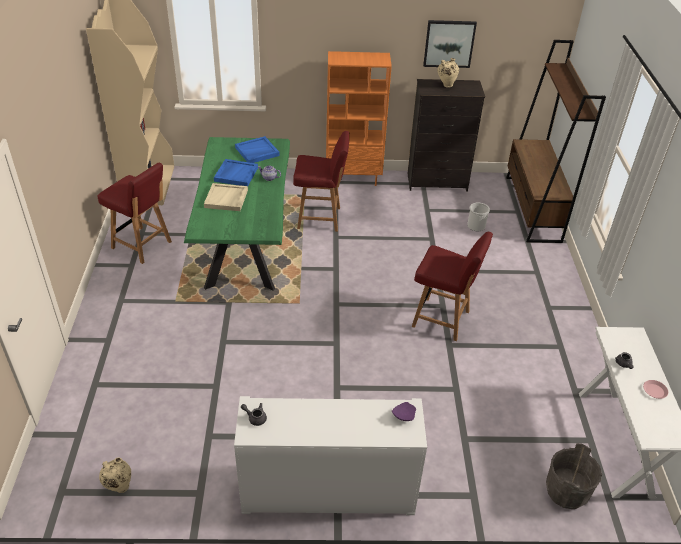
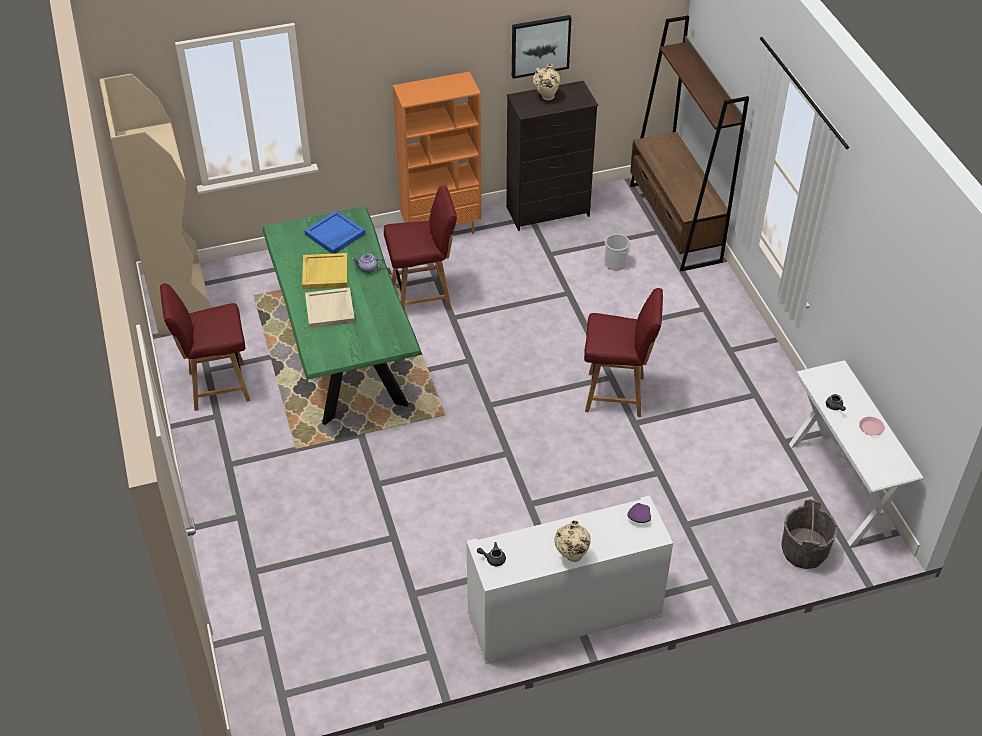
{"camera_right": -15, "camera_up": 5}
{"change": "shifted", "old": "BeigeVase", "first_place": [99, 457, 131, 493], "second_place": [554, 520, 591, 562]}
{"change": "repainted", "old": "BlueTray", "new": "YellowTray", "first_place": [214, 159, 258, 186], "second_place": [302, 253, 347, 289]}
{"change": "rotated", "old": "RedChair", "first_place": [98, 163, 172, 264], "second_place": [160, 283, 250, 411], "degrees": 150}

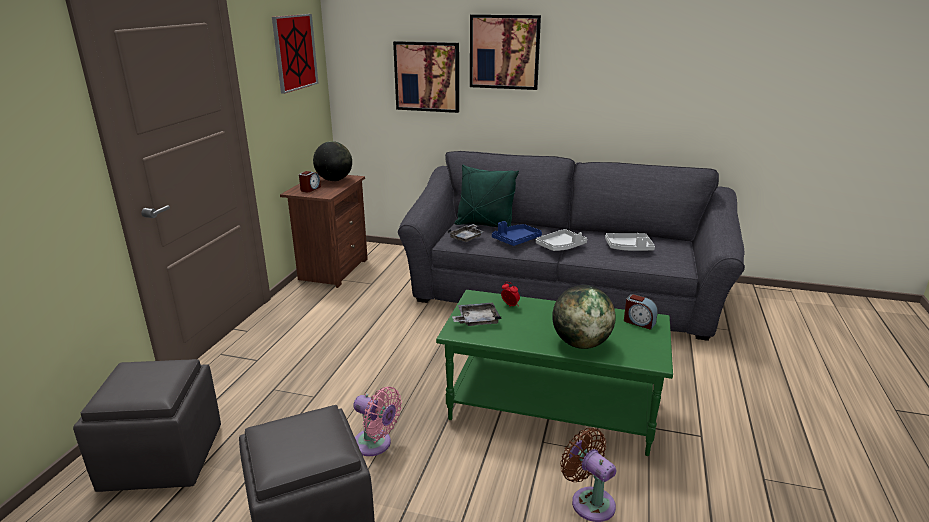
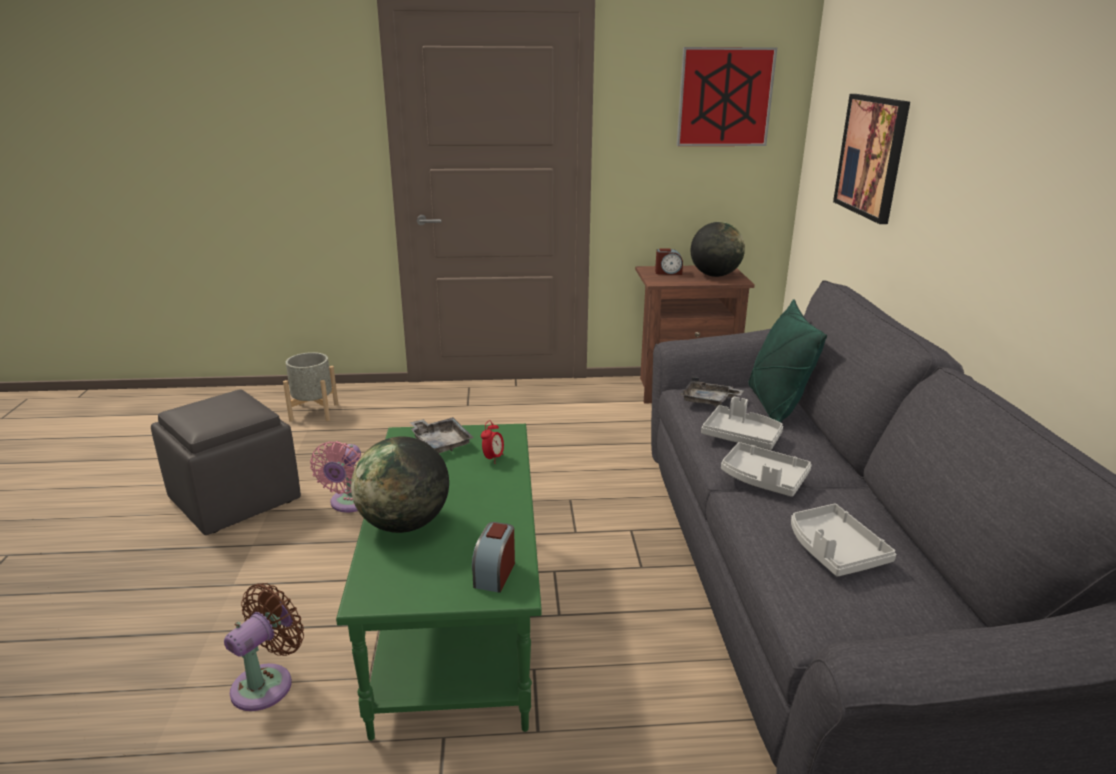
{"camera_right": 70, "camera_up": 0}
{"change": "gone", "old": "Picture", "first_place": [470, 14, 541, 90]}
{"change": "swapped", "old": "GreyOttoman", "new": "GreyPlanter", "first_place": [73, 359, 221, 492], "second_place": [283, 352, 338, 422]}
{"change": "repainted", "old": "BlueTray", "new": "GreyTray", "first_place": [492, 221, 542, 246], "second_place": [701, 397, 783, 450]}

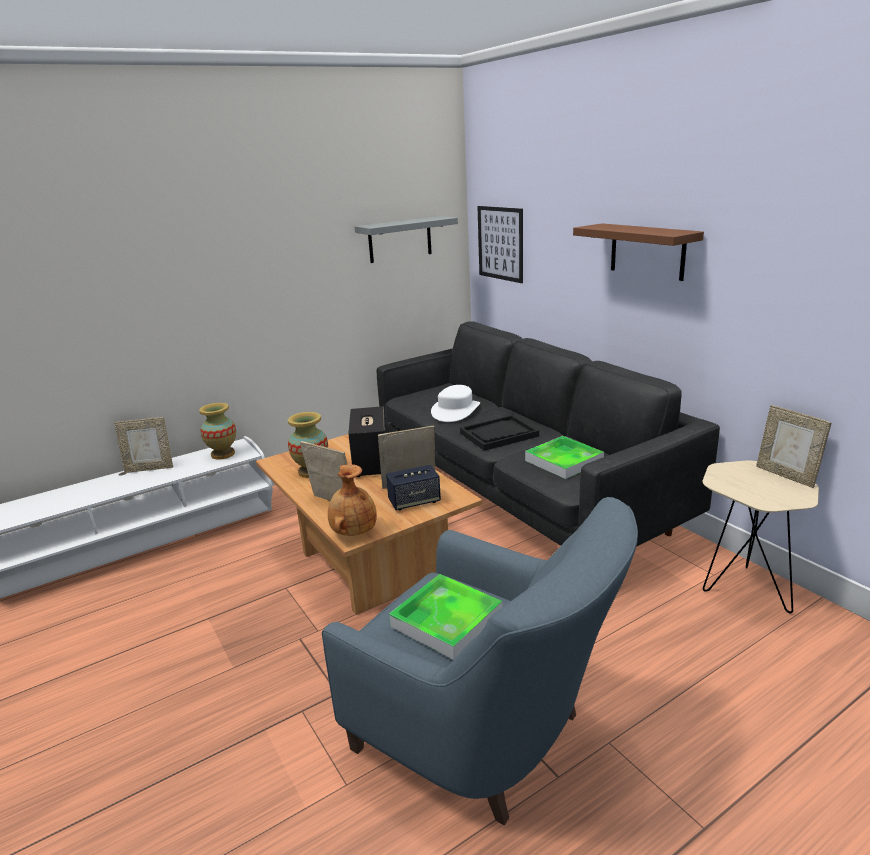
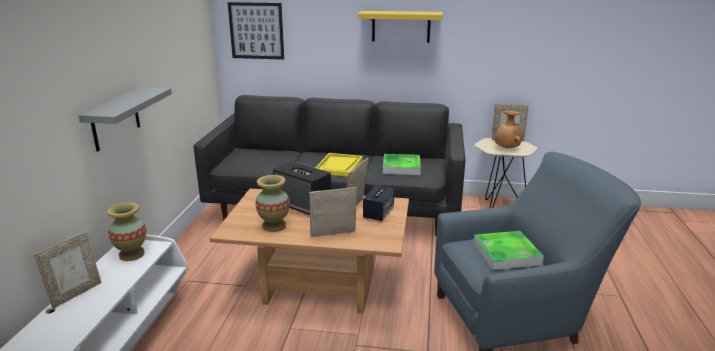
{"camera_right": -50, "camera_up": 0}
{"change": "gone", "old": "WhiteHat", "first_place": [431, 385, 480, 422]}
{"change": "shifted", "old": "BrownVase", "first_place": [328, 464, 377, 536], "second_place": [495, 111, 522, 149]}
{"change": "shifted", "old": "GreyShelf", "first_place": [355, 216, 458, 263], "second_place": [78, 87, 172, 152]}
{"change": "repainted", "old": "BlackTray", "new": "YellowTray", "first_place": [460, 415, 539, 451], "second_place": [315, 153, 363, 177]}
{"change": "repainted", "old": "BrownShelf", "new": "YellowShelf", "first_place": [573, 223, 704, 281], "second_place": [358, 11, 443, 43]}

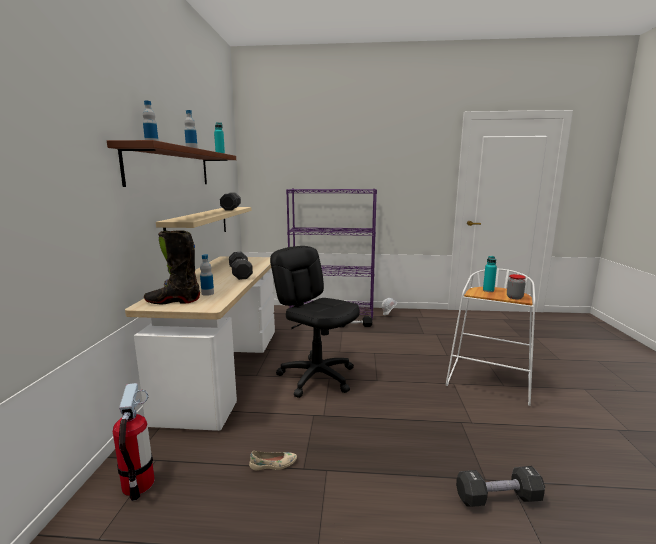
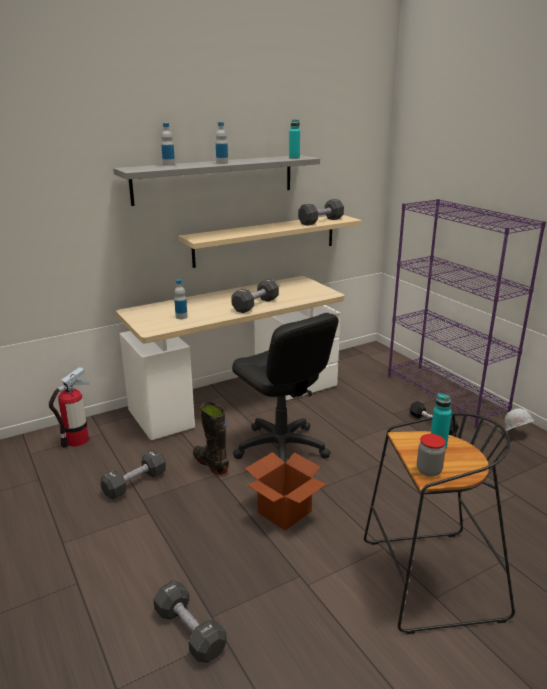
{"camera_right": 55, "camera_up": 10}
{"change": "new", "new": "CardboardBox", "second_place": [245, 452, 327, 531]}
{"change": "shifted", "old": "BlackBoot", "first_place": [144, 230, 200, 305], "second_place": [193, 401, 229, 475]}
{"change": "swapped", "old": "BeigeShoe", "new": "BlackDumbbell", "first_place": [249, 451, 297, 470], "second_place": [100, 450, 166, 499]}
{"change": "repainted", "old": "BrownShelf", "new": "GreyShelf", "first_place": [107, 140, 236, 187], "second_place": [113, 155, 320, 206]}
{"change": "repainted", "old": "WhiteStool", "new": "BlackStool", "first_place": [446, 269, 535, 406], "second_place": [364, 413, 515, 634]}
{"change": "rotated", "old": "BlackOfficeChair", "first_place": [270, 246, 360, 398], "second_place": [232, 313, 339, 463], "degrees": 135}

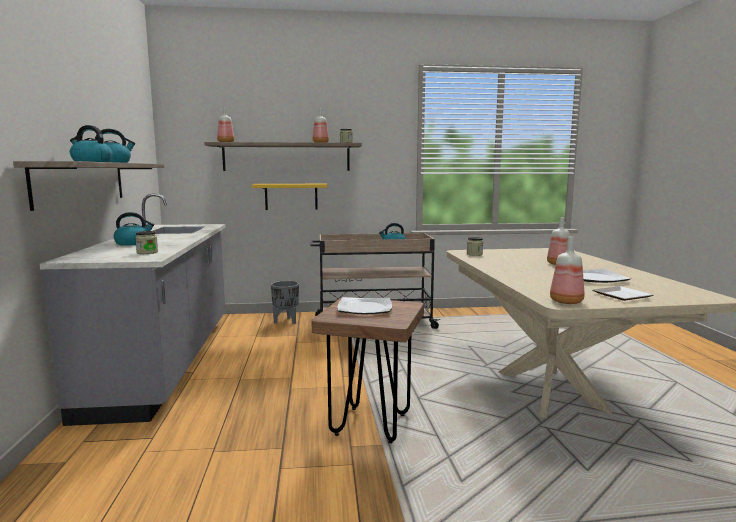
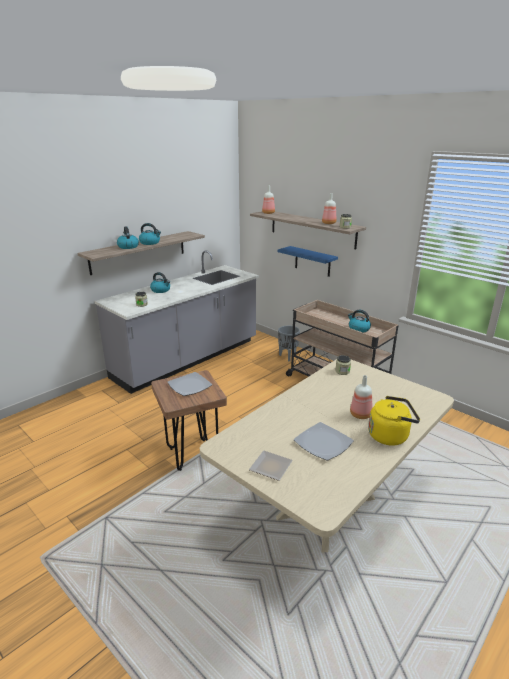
{"camera_right": 50, "camera_up": 15}
{"change": "gone", "old": "Bottle", "first_place": [550, 237, 584, 304]}
{"change": "new", "new": "YellowKettle", "second_place": [368, 396, 420, 446]}
{"change": "repainted", "old": "YellowShelf", "new": "BlueShelf", "first_place": [252, 184, 327, 210], "second_place": [278, 246, 338, 277]}

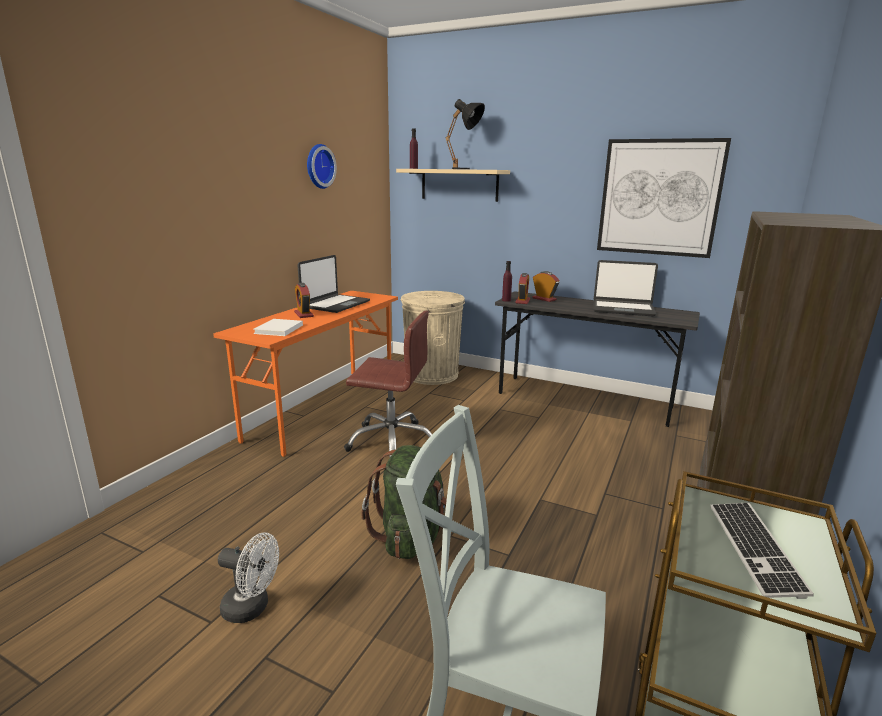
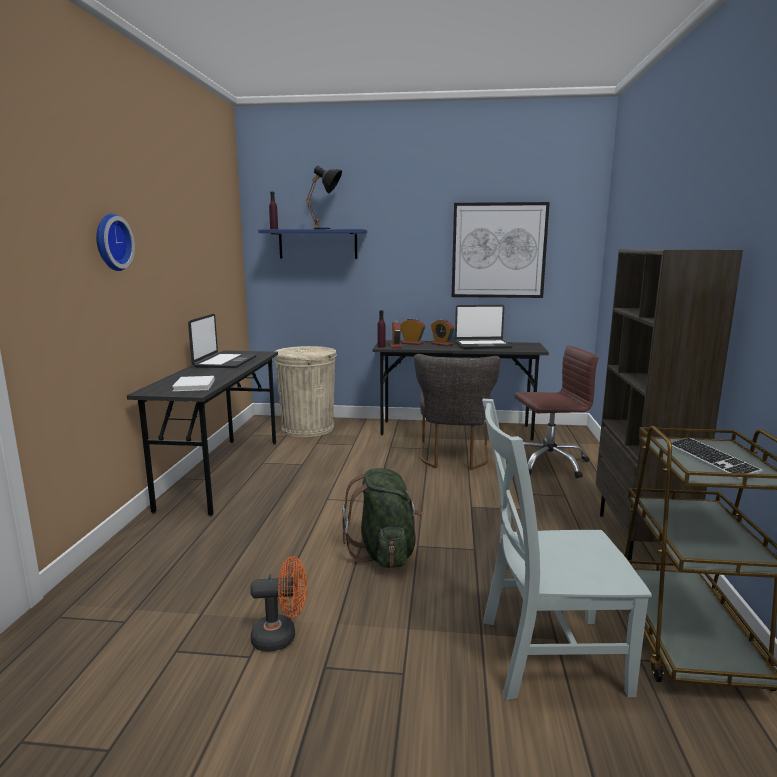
{"camera_right": -20, "camera_up": -5}
{"change": "new", "new": "GreyChair", "second_place": [414, 354, 501, 470]}
{"change": "shifted", "old": "AlarmClock", "first_place": [294, 283, 314, 318], "second_place": [431, 319, 455, 346]}
{"change": "shifted", "old": "WallClock", "first_place": [307, 144, 337, 189], "second_place": [96, 213, 135, 271]}
{"change": "shifted", "old": "BrownOfficeChair", "first_place": [344, 311, 432, 457], "second_place": [515, 345, 599, 478]}
{"change": "repainted", "old": "OrangeDesk", "new": "GreyDesk", "first_place": [213, 291, 398, 457], "second_place": [127, 351, 278, 516]}
{"change": "repainted", "old": "WhiteFan", "new": "OrangeFan", "first_place": [218, 533, 279, 623], "second_place": [250, 556, 307, 651]}
{"change": "repainted", "old": "BeigeShelf", "new": "BlueShelf", "first_place": [396, 169, 510, 202], "second_place": [258, 229, 367, 259]}

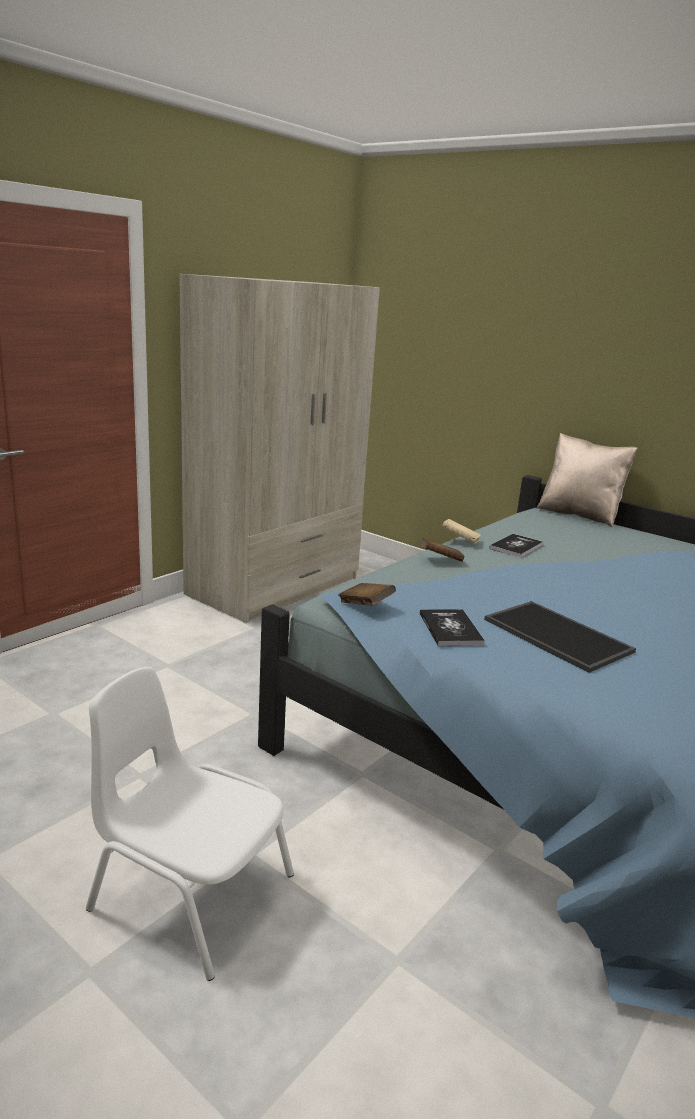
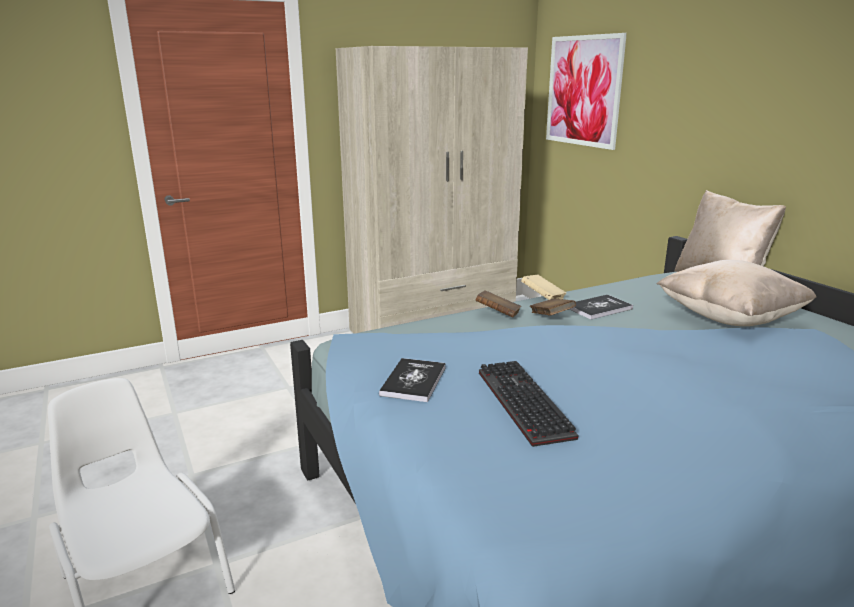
{"camera_right": 25, "camera_up": 0}
{"change": "new", "new": "Picture", "second_place": [546, 33, 627, 150]}
{"change": "new", "new": "BeigePillow", "second_place": [656, 260, 817, 326]}
{"change": "shifted", "old": "BrownBook", "first_place": [338, 583, 396, 606], "second_place": [530, 299, 576, 316]}
{"change": "swapped", "old": "Tray", "new": "Keyboard", "first_place": [484, 601, 636, 673], "second_place": [479, 361, 578, 447]}

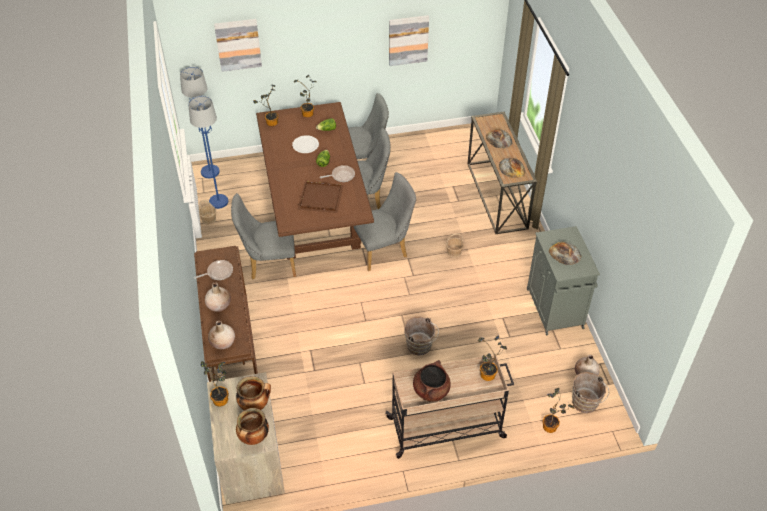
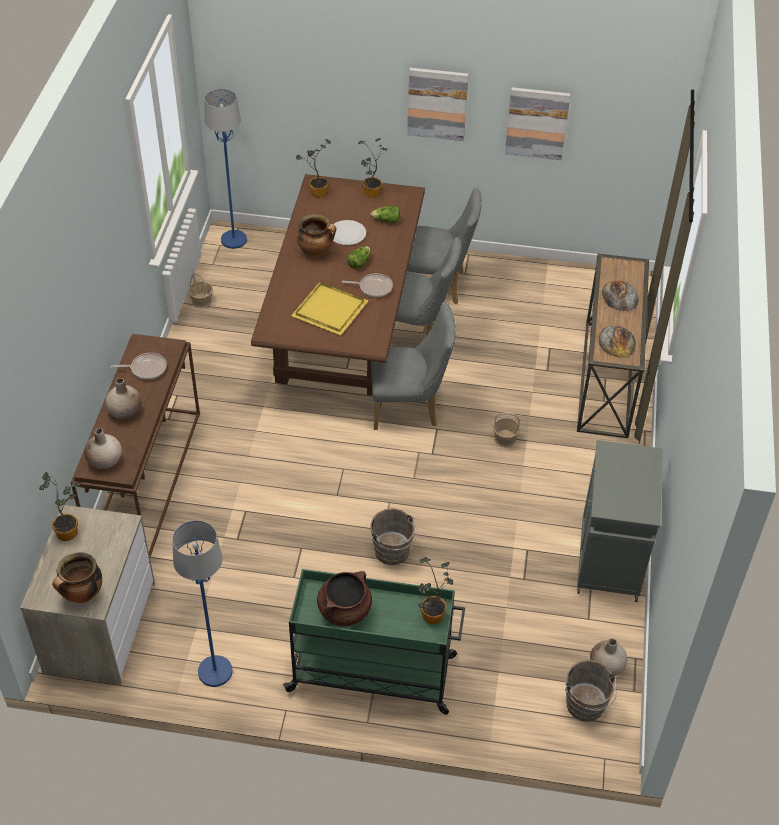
{"camera_right": 20, "camera_up": 0}
{"change": "gone", "old": "GreyChair", "first_place": [231, 193, 296, 279]}
{"change": "gone", "old": "PottedPlant", "first_place": [543, 388, 574, 433]}
{"change": "gone", "old": "Bread", "first_place": [548, 242, 581, 265]}
{"change": "shifted", "old": "BlueFloorLamp", "first_place": [188, 96, 228, 209], "second_place": [172, 520, 232, 687]}
{"change": "shifted", "old": "Picture", "first_place": [214, 19, 262, 72], "second_place": [407, 68, 469, 141]}
{"change": "shifted", "old": "CookingPot", "first_place": [236, 376, 271, 411], "second_place": [297, 214, 336, 258]}
{"change": "repainted", "old": "BrownTray", "new": "YellowTray", "first_place": [297, 182, 344, 213], "second_place": [291, 282, 369, 335]}
{"change": "repainted", "old": "BeigeCart", "new": "GreenCart", "first_place": [385, 354, 514, 459], "second_place": [283, 569, 465, 715]}

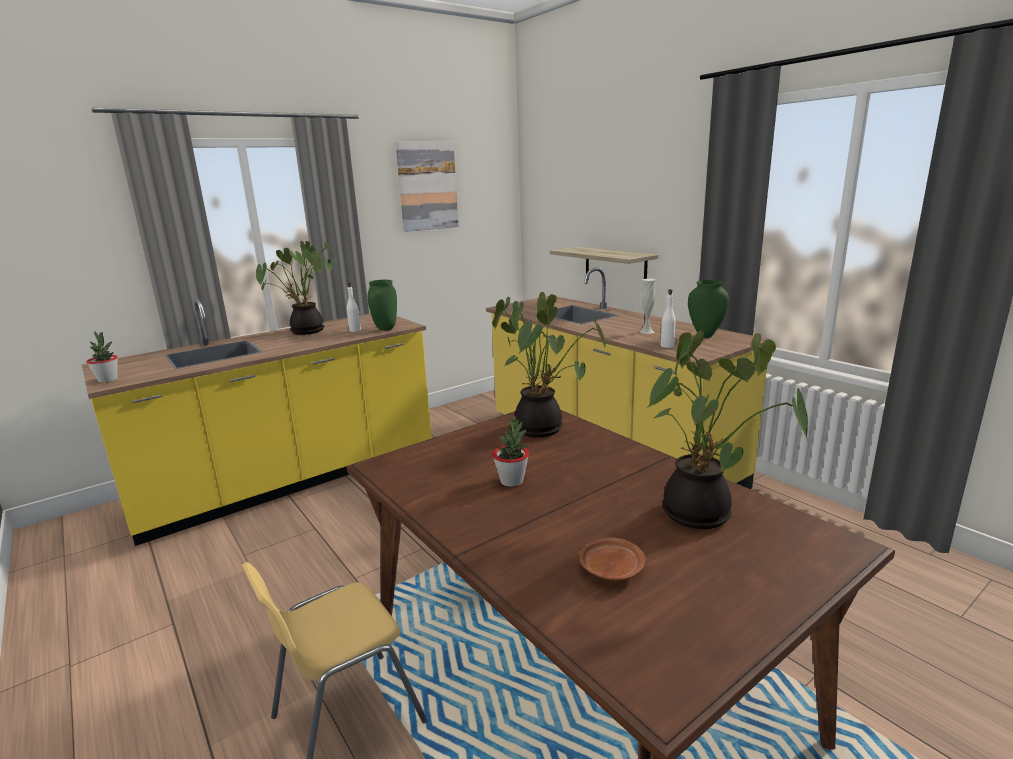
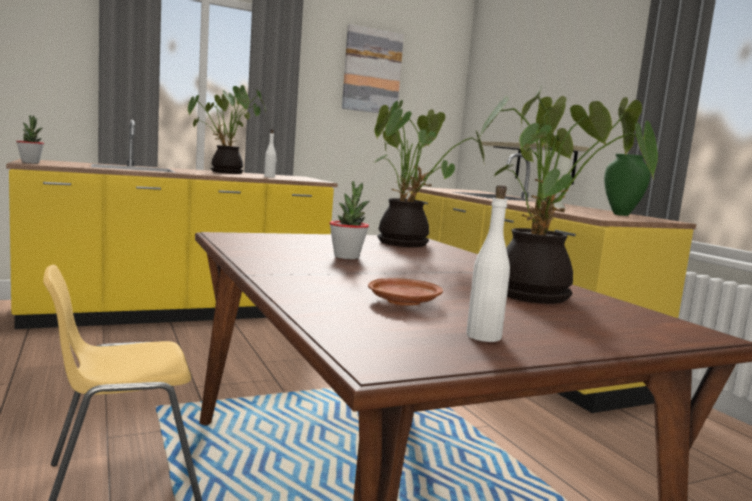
{"camera_right": 10, "camera_up": -10}
{"change": "gone", "old": "GreenVase", "first_place": [368, 280, 397, 331]}
{"change": "shifted", "old": "WhiteBottle", "first_place": [661, 289, 676, 348], "second_place": [466, 185, 510, 342]}

